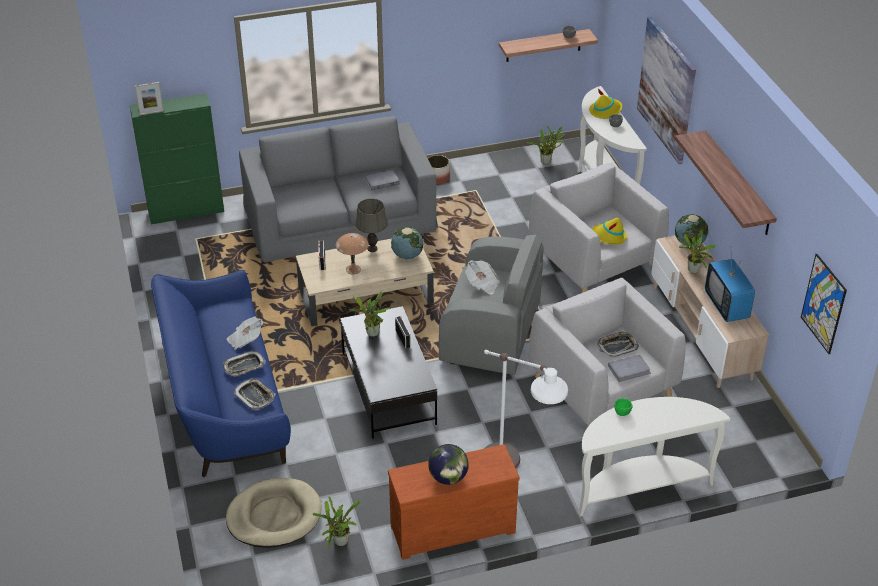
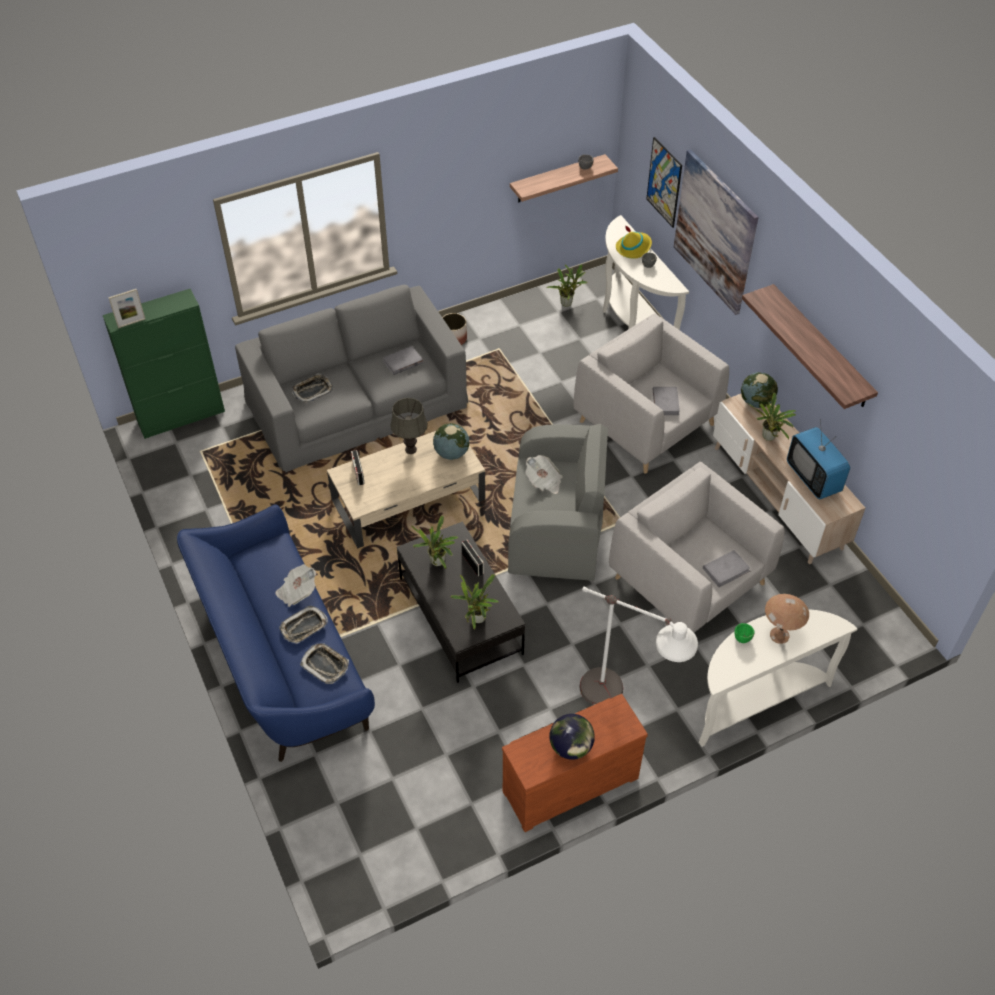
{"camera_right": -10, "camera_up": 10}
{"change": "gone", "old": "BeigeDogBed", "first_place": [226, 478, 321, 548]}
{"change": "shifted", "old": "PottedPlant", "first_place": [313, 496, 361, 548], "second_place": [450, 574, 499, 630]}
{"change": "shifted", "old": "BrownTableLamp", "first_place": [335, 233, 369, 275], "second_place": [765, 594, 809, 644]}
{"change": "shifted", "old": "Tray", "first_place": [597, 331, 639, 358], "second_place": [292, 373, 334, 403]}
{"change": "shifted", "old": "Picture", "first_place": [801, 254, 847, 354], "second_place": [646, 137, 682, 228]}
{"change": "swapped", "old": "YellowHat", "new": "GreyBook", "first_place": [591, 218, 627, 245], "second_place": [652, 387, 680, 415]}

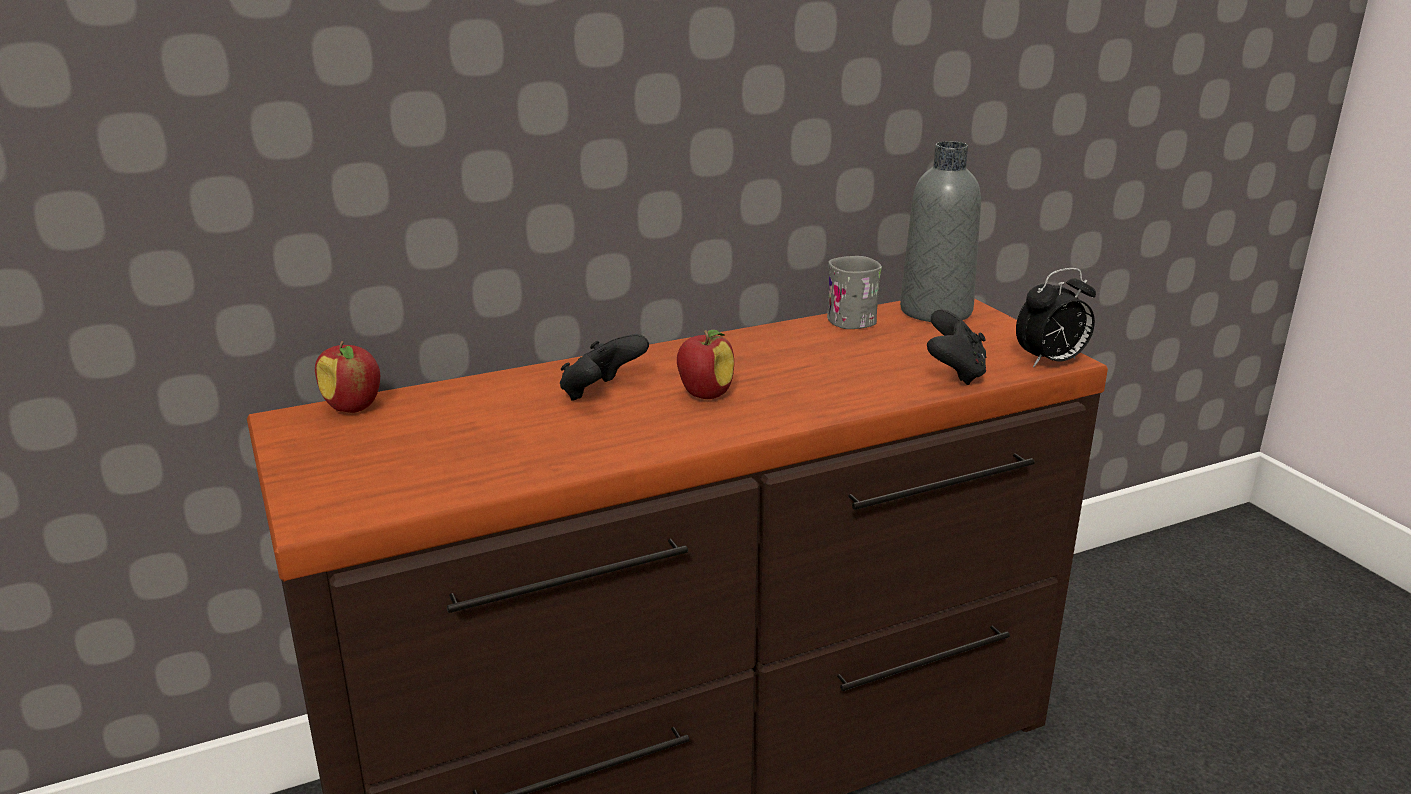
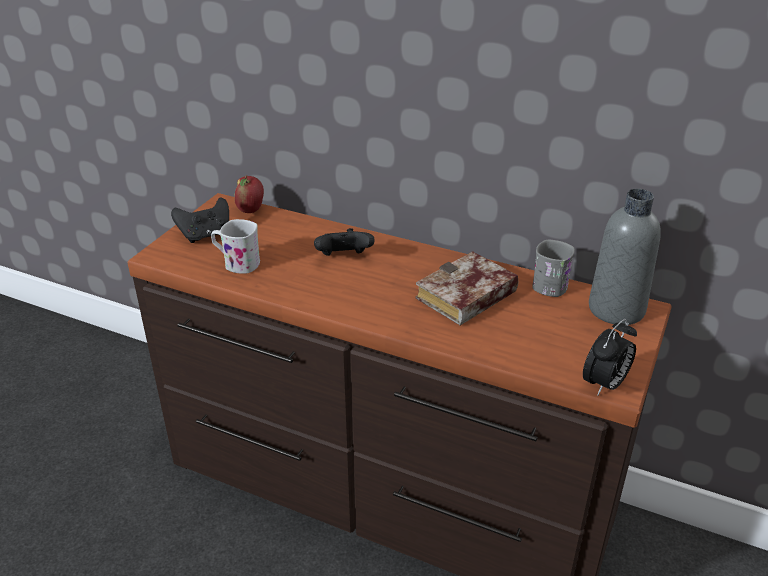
{"camera_right": 50, "camera_up": 10}
{"change": "gone", "old": "Apple", "first_place": [677, 330, 734, 399]}
{"change": "new", "new": "WhiteMug", "second_place": [211, 219, 260, 274]}
{"change": "new", "new": "Book", "second_place": [416, 251, 519, 325]}
{"change": "shifted", "old": "BlackGameController", "first_place": [927, 309, 986, 385], "second_place": [171, 198, 229, 243]}
{"change": "rotated", "old": "AlarmClock", "first_place": [1016, 268, 1096, 367], "second_place": [583, 319, 637, 396], "degrees": -75}

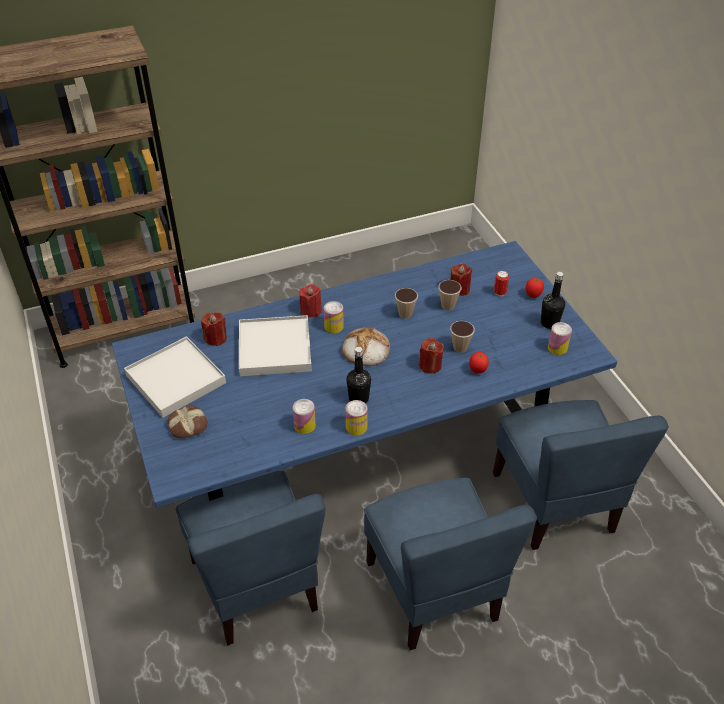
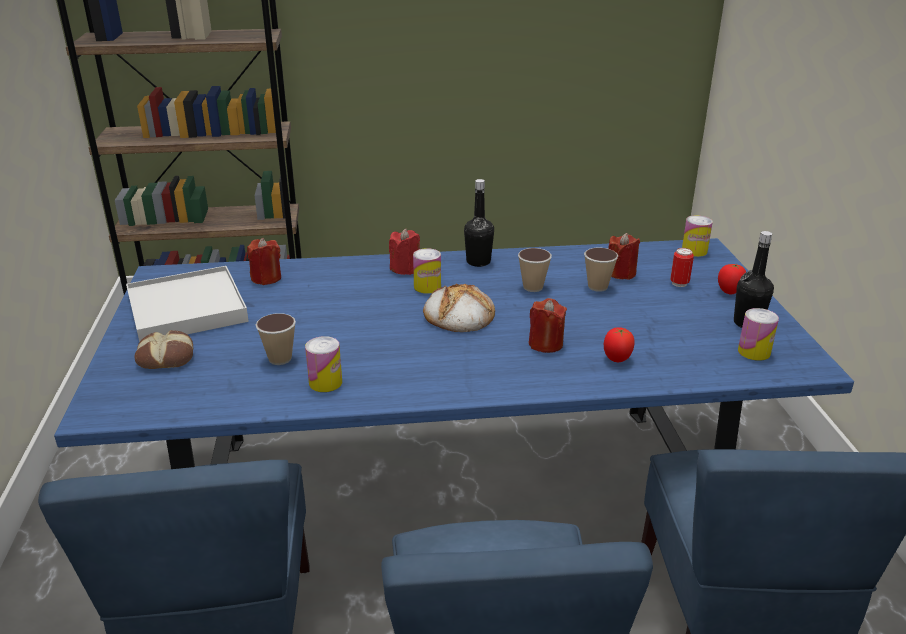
{"camera_right": 15, "camera_up": -15}
{"change": "gone", "old": "WhiteTray", "first_place": [239, 315, 312, 376]}
{"change": "shifted", "old": "Can", "first_place": [345, 400, 368, 436], "second_place": [682, 215, 713, 257]}
{"change": "shifted", "old": "BlackBottle", "first_place": [346, 347, 371, 404], "second_place": [464, 179, 494, 267]}
{"change": "shifted", "old": "Cup", "first_place": [450, 321, 475, 353], "second_place": [256, 313, 296, 365]}

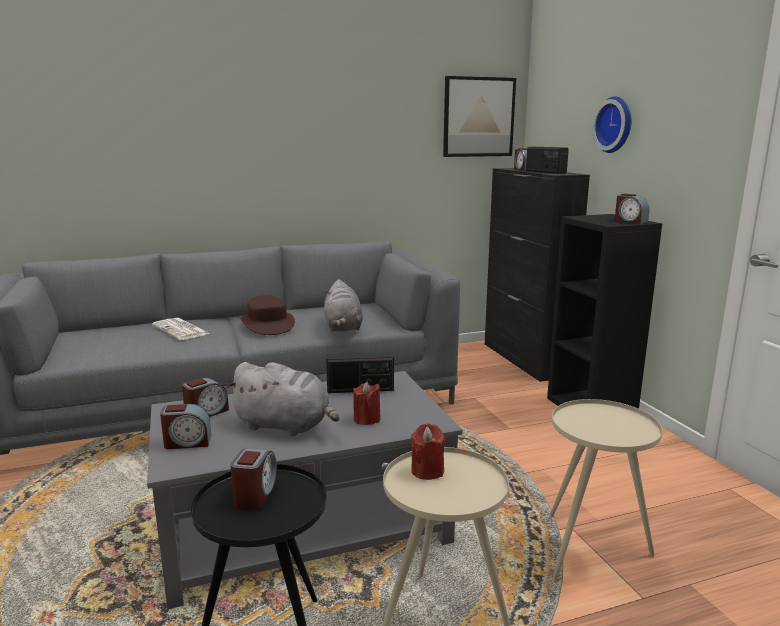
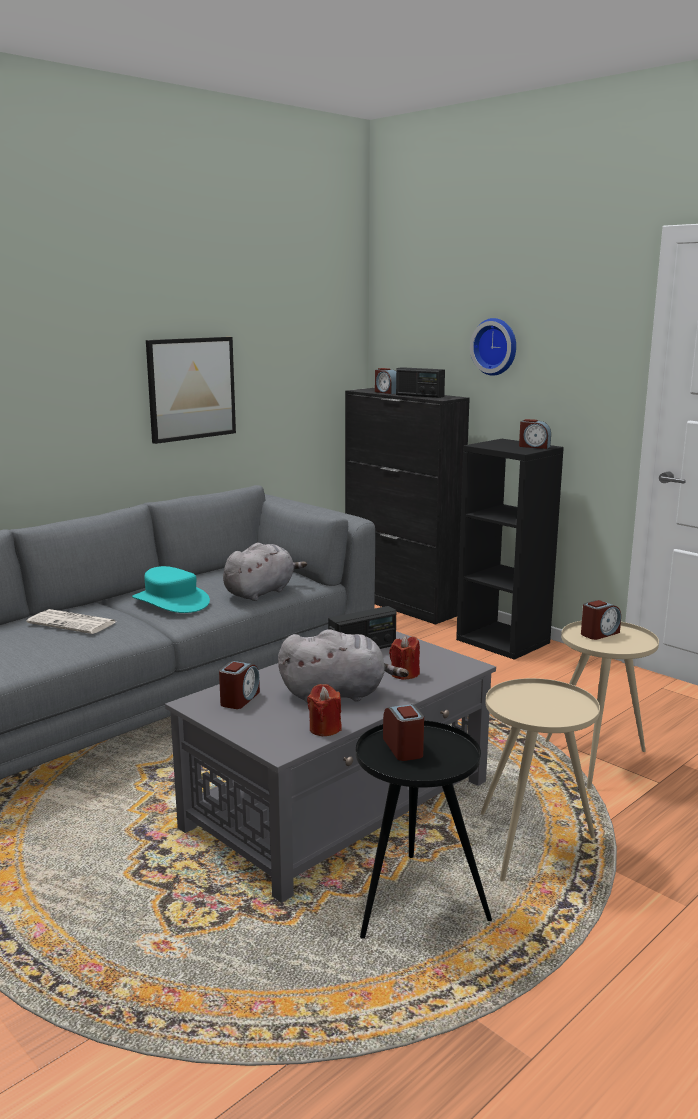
{"camera_right": -25, "camera_up": 0}
{"change": "shifted", "old": "AlarmClock", "first_place": [160, 404, 211, 449], "second_place": [581, 600, 621, 640]}
{"change": "shifted", "old": "RedCandle", "first_place": [411, 423, 445, 480], "second_place": [307, 684, 342, 736]}
{"change": "shifted", "old": "Picture", "first_place": [443, 76, 516, 157], "second_place": [146, 337, 236, 444]}
{"change": "repainted", "old": "BrownHat", "new": "TurquoiseHat", "first_place": [240, 295, 295, 335], "second_place": [132, 566, 210, 613]}
{"change": "rotated", "old": "GreyPlushToy", "first_place": [324, 279, 363, 332], "second_place": [223, 543, 307, 601], "degrees": -105}

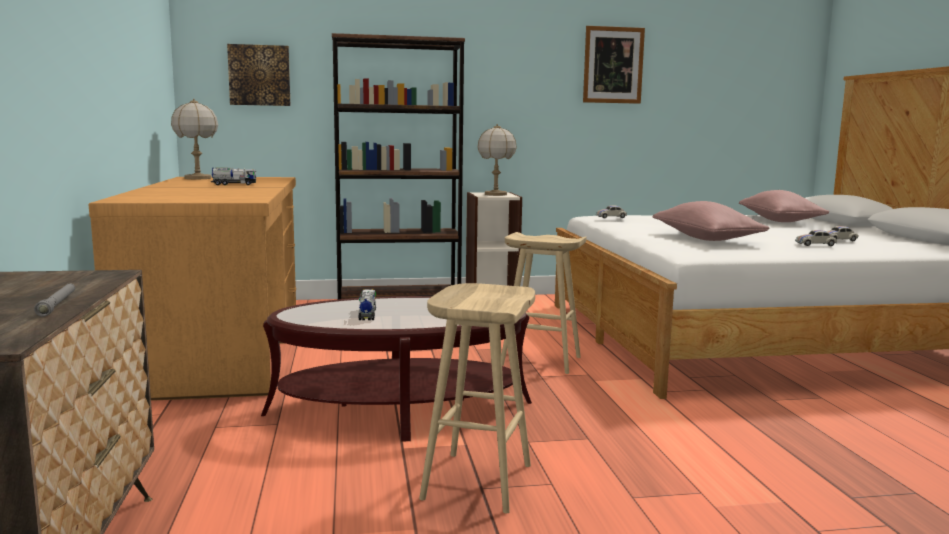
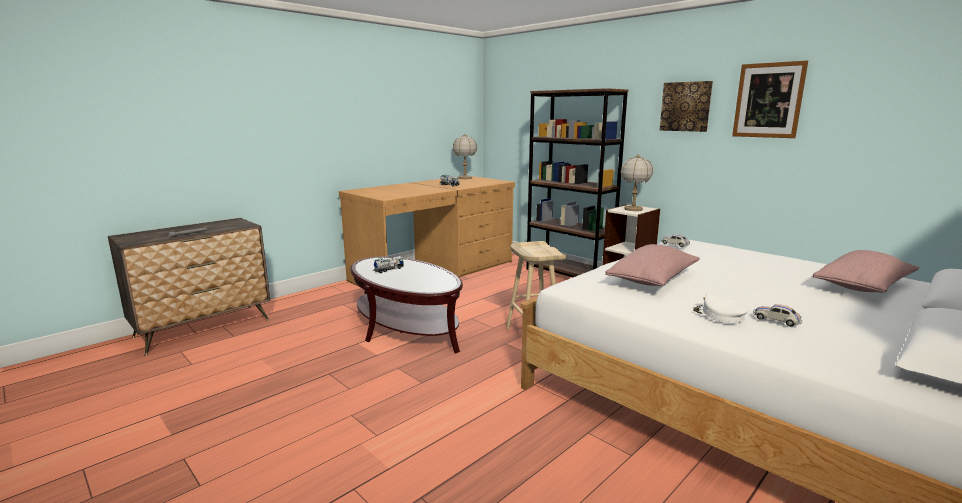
{"camera_right": 55, "camera_up": 5}
{"change": "gone", "old": "BeigeStool", "first_place": [419, 283, 535, 514]}
{"change": "shifted", "old": "Picture", "first_place": [227, 44, 290, 106], "second_place": [659, 81, 713, 132]}
{"change": "swapped", "old": "WhiteToyCar", "new": "WhiteCap", "first_place": [795, 230, 837, 246], "second_place": [692, 292, 749, 323]}

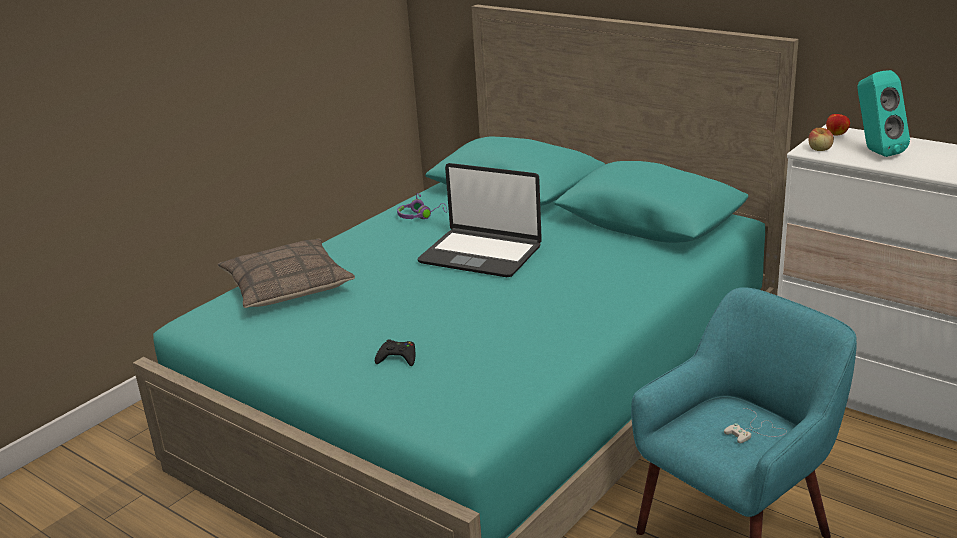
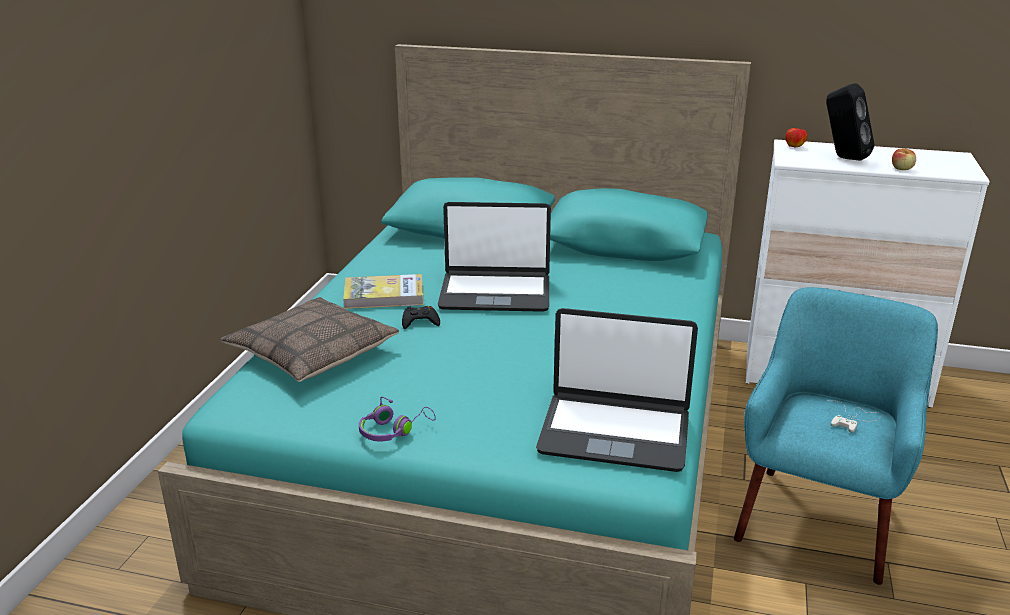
{"camera_right": -25, "camera_up": 0}
{"change": "new", "new": "Book", "second_place": [343, 274, 424, 309]}
{"change": "new", "new": "Laptop", "second_place": [536, 308, 698, 472]}
{"change": "shifted", "old": "BlackGameController", "first_place": [375, 339, 415, 366], "second_place": [402, 306, 440, 329]}
{"change": "shifted", "old": "PurpleHeadphones", "first_place": [397, 193, 447, 219], "second_place": [359, 397, 436, 441]}
{"change": "shifted", "old": "Apple", "first_place": [808, 128, 834, 151], "second_place": [892, 148, 916, 170]}
{"change": "repainted", "old": "TurquoiseSpeaker", "new": "BlackSpeaker", "first_place": [857, 70, 910, 157], "second_place": [826, 83, 874, 161]}

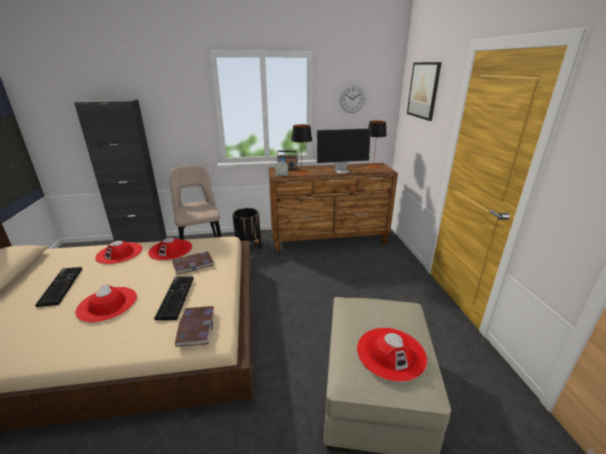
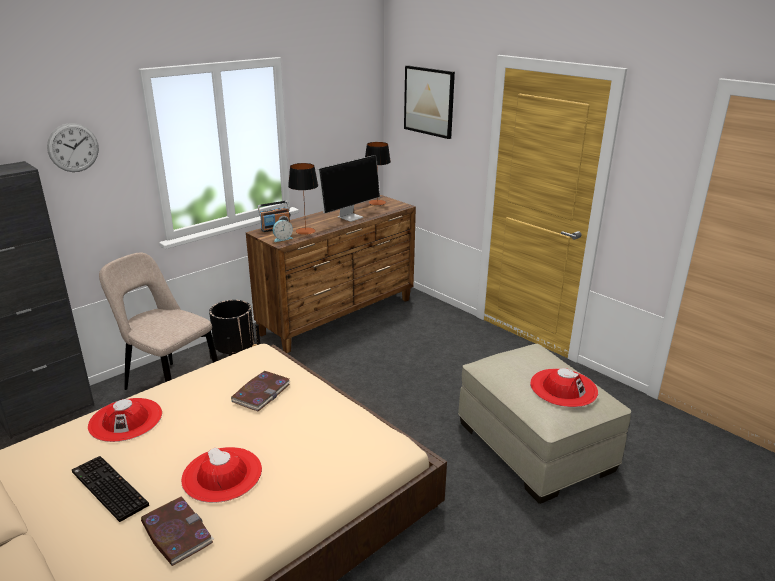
{"camera_right": -35, "camera_up": 0}
{"change": "gone", "old": "RedHat", "first_place": [148, 237, 192, 261]}
{"change": "gone", "old": "Keyboard", "first_place": [154, 276, 194, 320]}
{"change": "shifted", "old": "Book", "first_place": [175, 306, 215, 347], "second_place": [141, 496, 214, 566]}
{"change": "shifted", "old": "WallClock", "first_place": [340, 85, 365, 113], "second_place": [47, 123, 99, 172]}

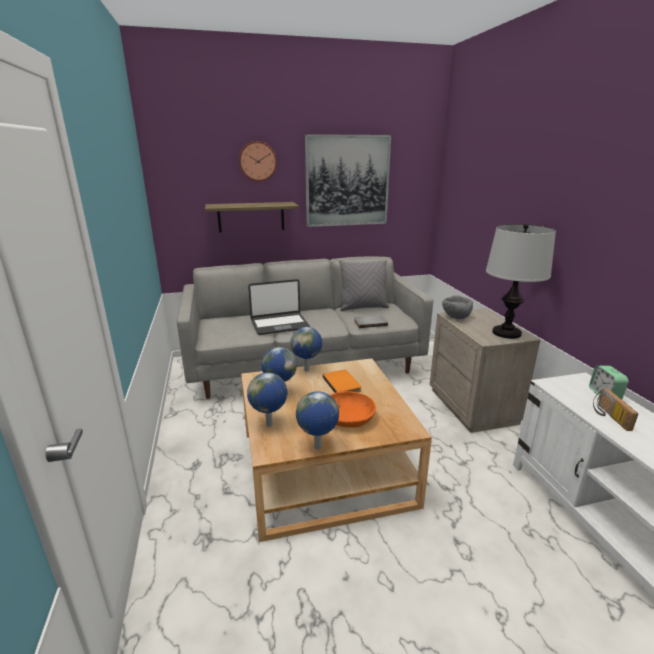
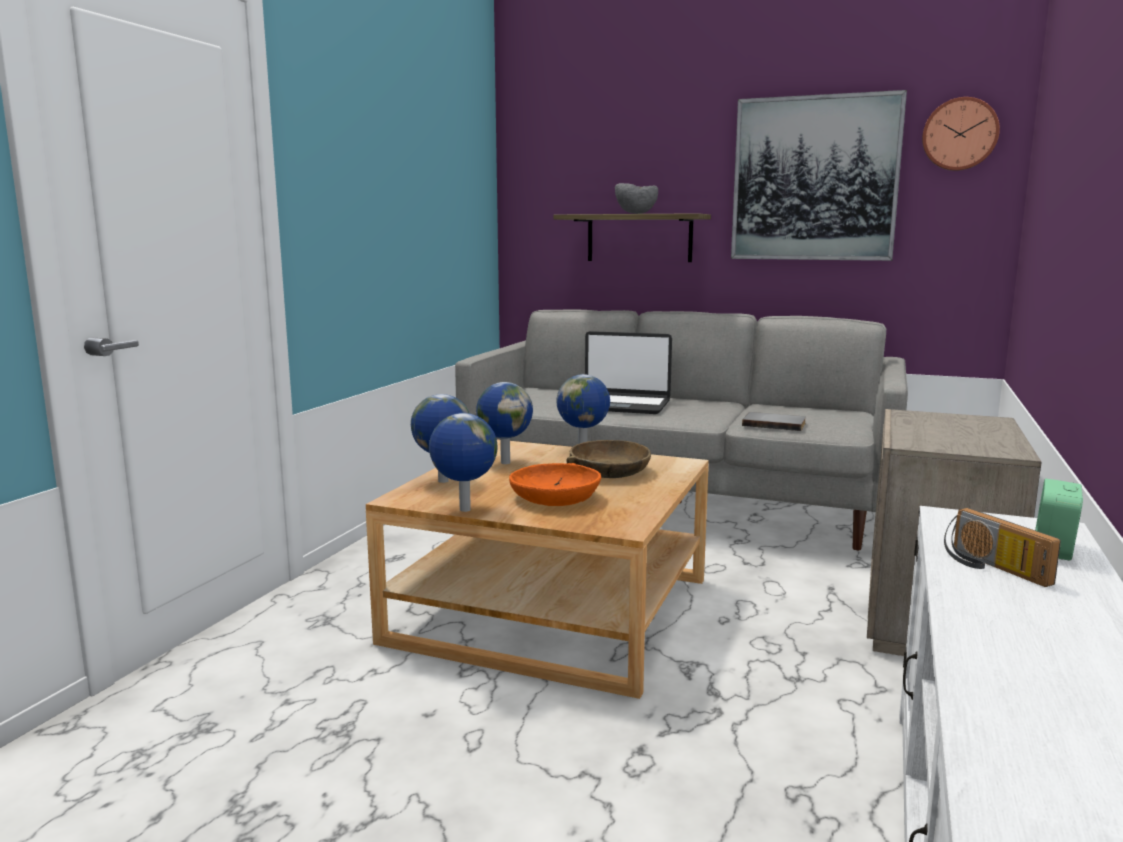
{"camera_right": 35, "camera_up": -10}
{"change": "gone", "old": "GreyPillow", "first_place": [339, 260, 389, 311]}
{"change": "gone", "old": "TableLamp", "first_place": [486, 224, 556, 339]}
{"change": "shifted", "old": "WallClock", "first_place": [239, 141, 277, 182], "second_place": [922, 97, 1000, 171]}
{"change": "shifted", "old": "GreyBowl", "first_place": [442, 295, 473, 319], "second_place": [615, 183, 658, 214]}
{"change": "swapped", "old": "OrangeBook", "new": "BrownBowl", "first_place": [323, 369, 361, 393], "second_place": [567, 440, 651, 478]}
{"change": "rotated", "old": "Radio", "first_place": [593, 389, 638, 431], "second_place": [944, 508, 1061, 587], "degrees": -60}

